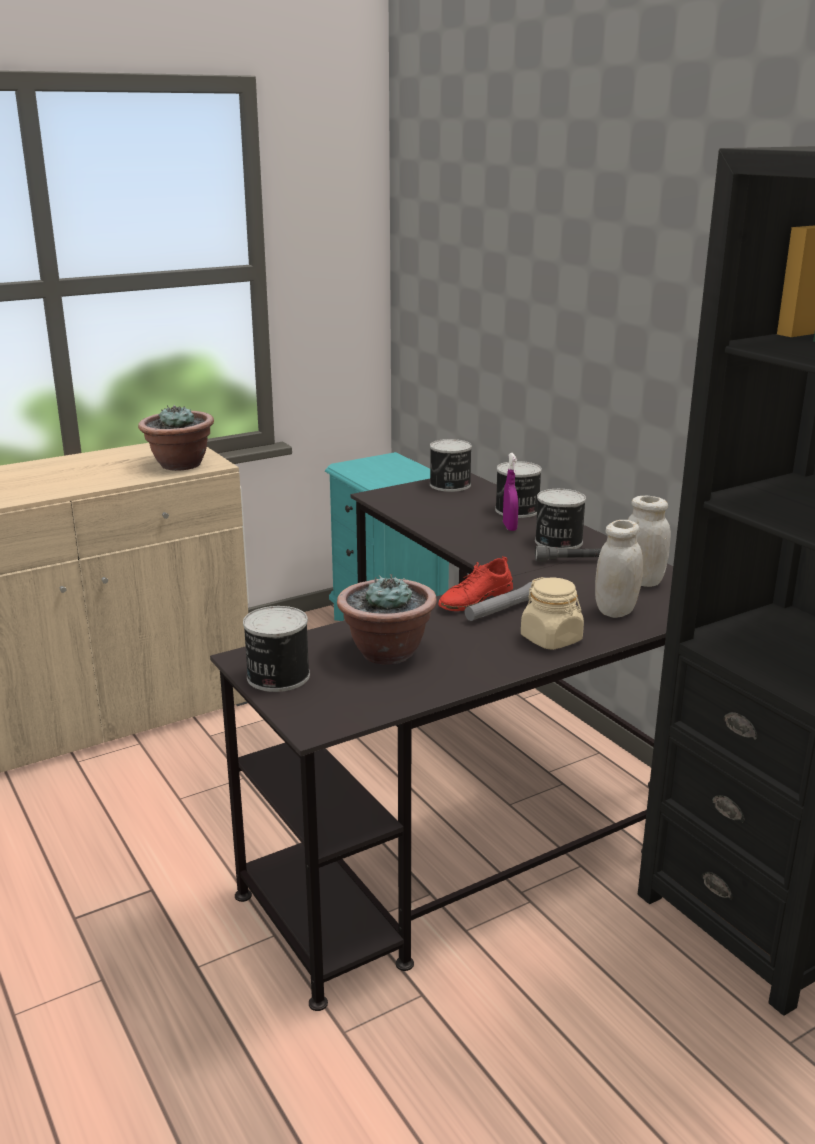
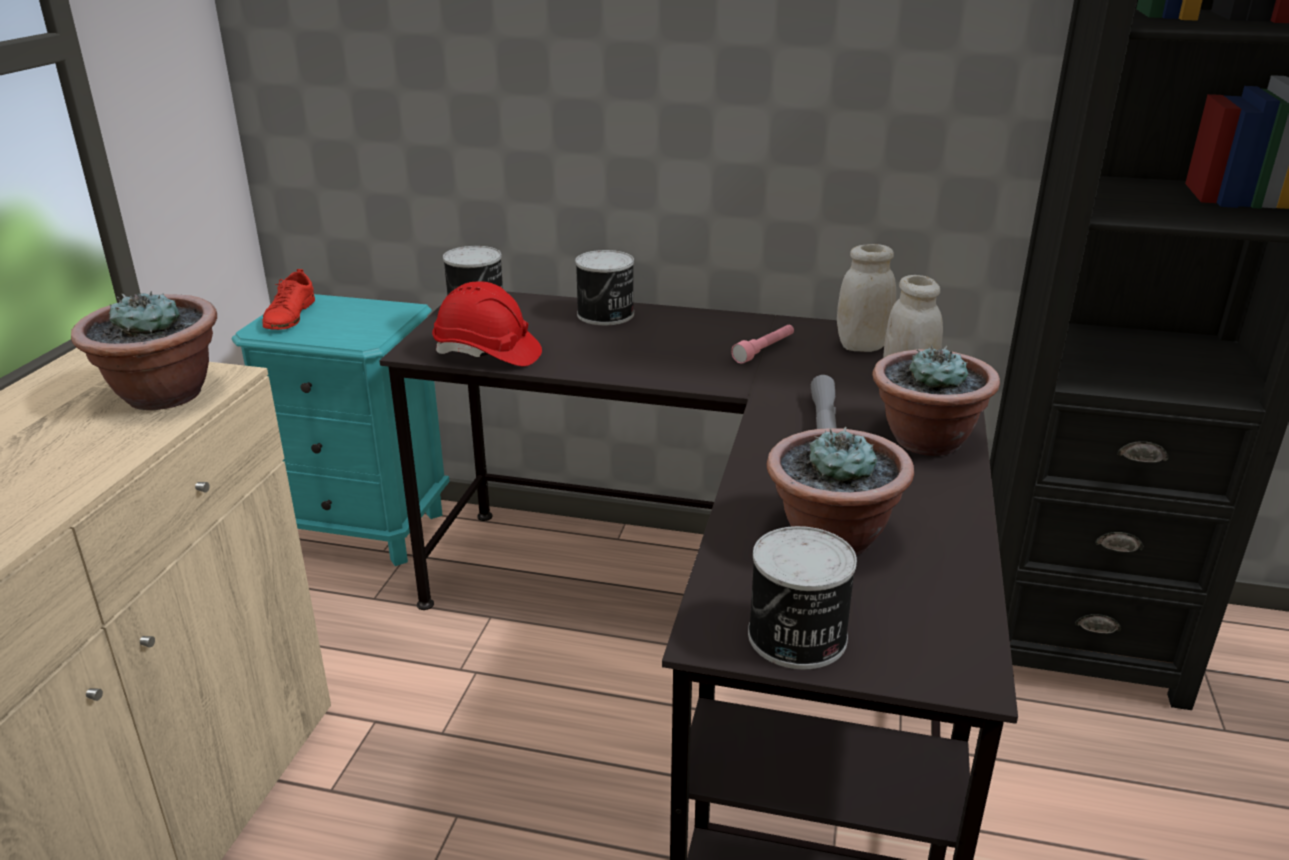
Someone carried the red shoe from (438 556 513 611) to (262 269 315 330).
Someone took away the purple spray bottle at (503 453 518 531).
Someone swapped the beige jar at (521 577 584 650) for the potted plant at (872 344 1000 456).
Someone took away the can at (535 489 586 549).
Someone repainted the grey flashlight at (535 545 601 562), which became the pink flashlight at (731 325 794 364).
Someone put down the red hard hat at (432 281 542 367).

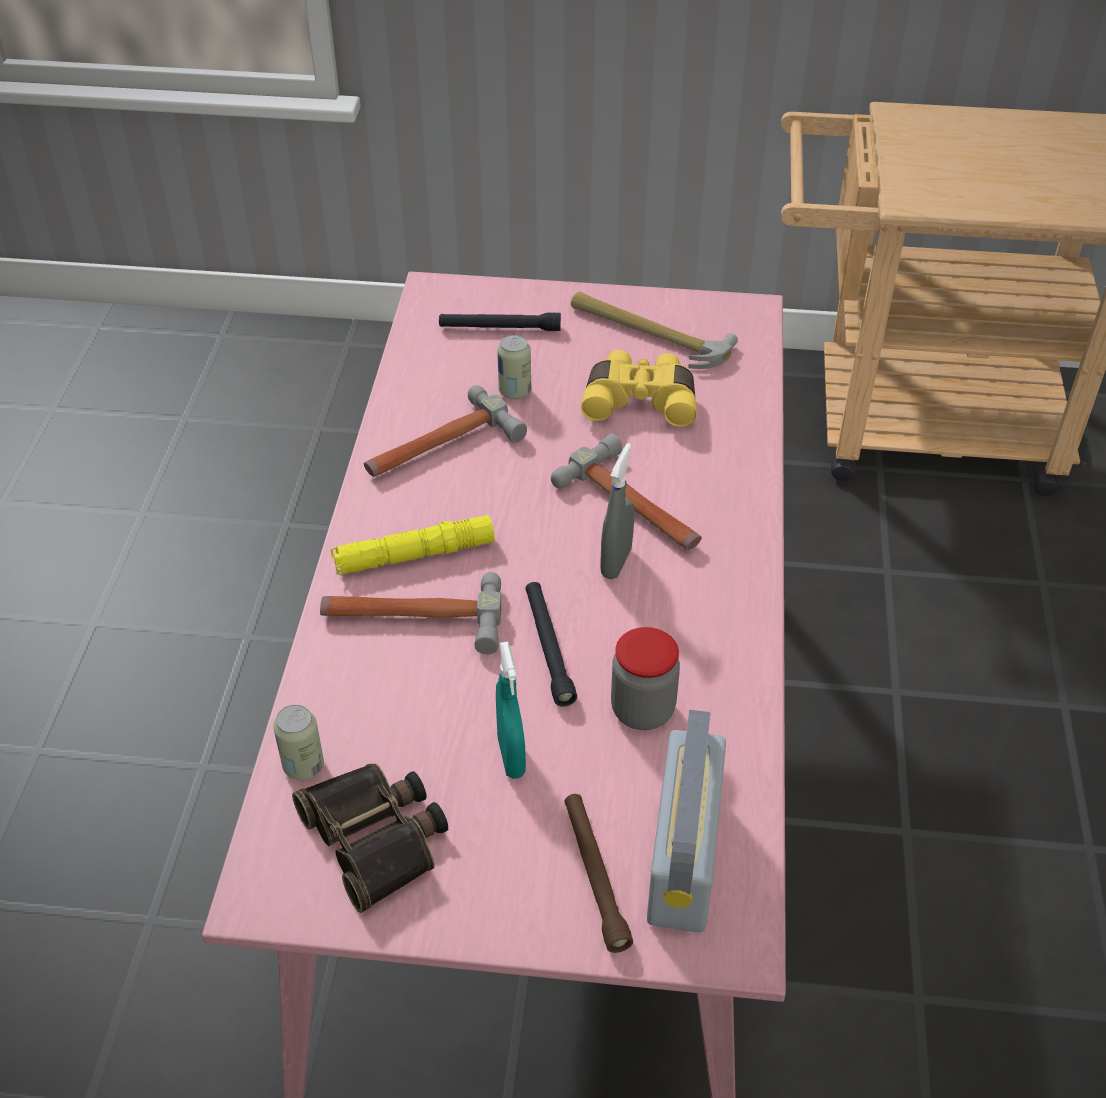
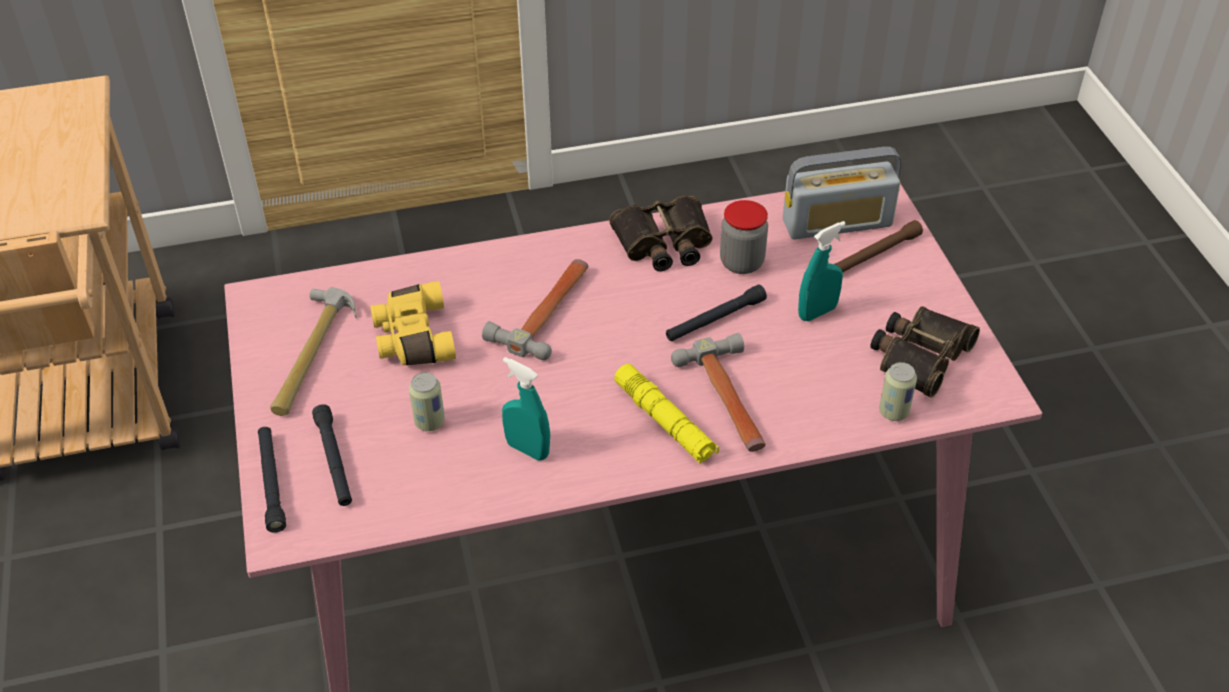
Someone swapped the hammer at (364 385 527 477) for the turquoise spray bottle at (502 357 550 461).
Someone took away the grey spray bottle at (600 443 634 579).
Someone put down the black flashlight at (258 427 286 533).
Someone put down the binoculars at (609 196 713 272).

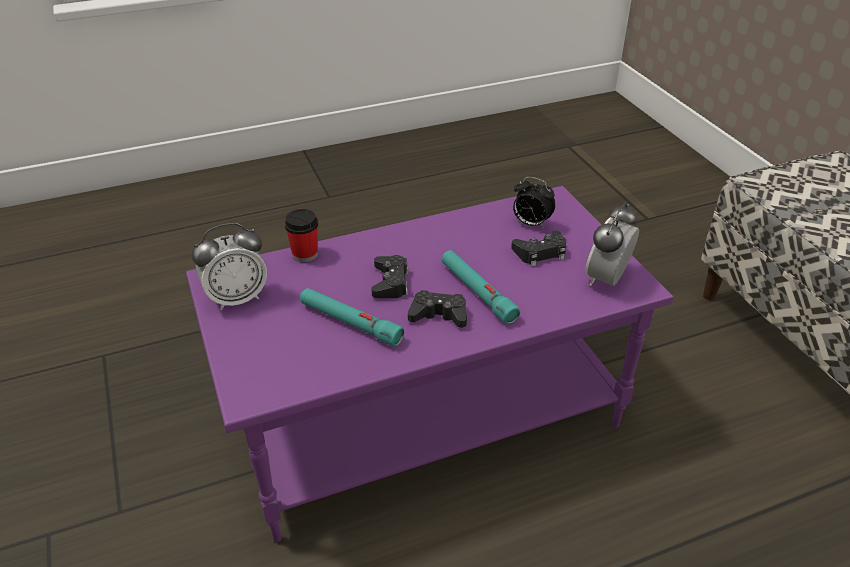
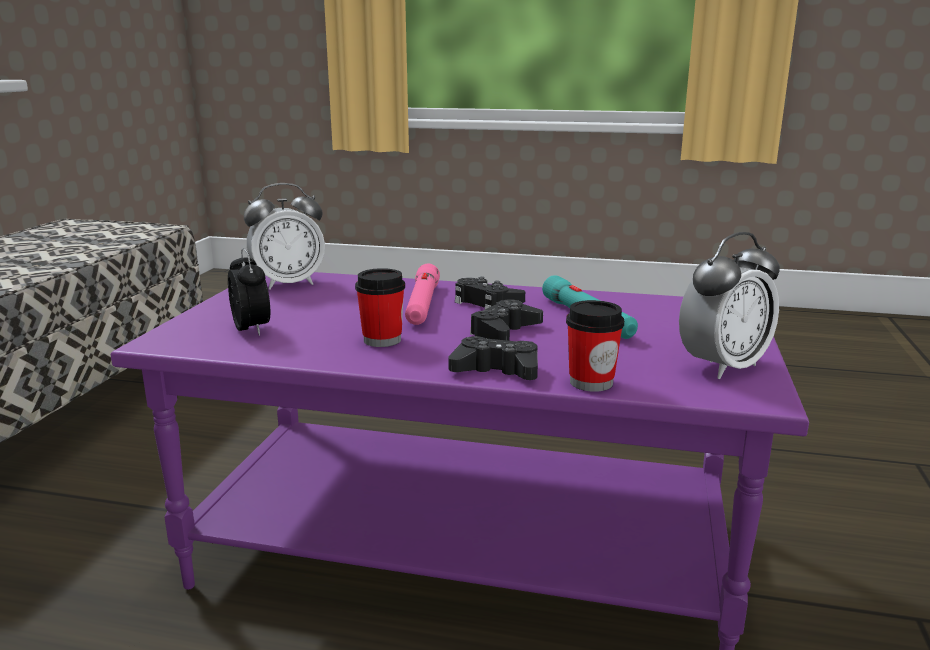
Someone rotated the alarm clock at (191 223 267 310) by 135 degrees clockwise.
Someone repainted the turquoise flashlight at (442 250 520 324), which became the pink flashlight at (405 264 440 325).
Someone carried the black game controller from (511 230 566 267) to (449 336 538 380).
Someone put down the cup at (355 268 405 347).

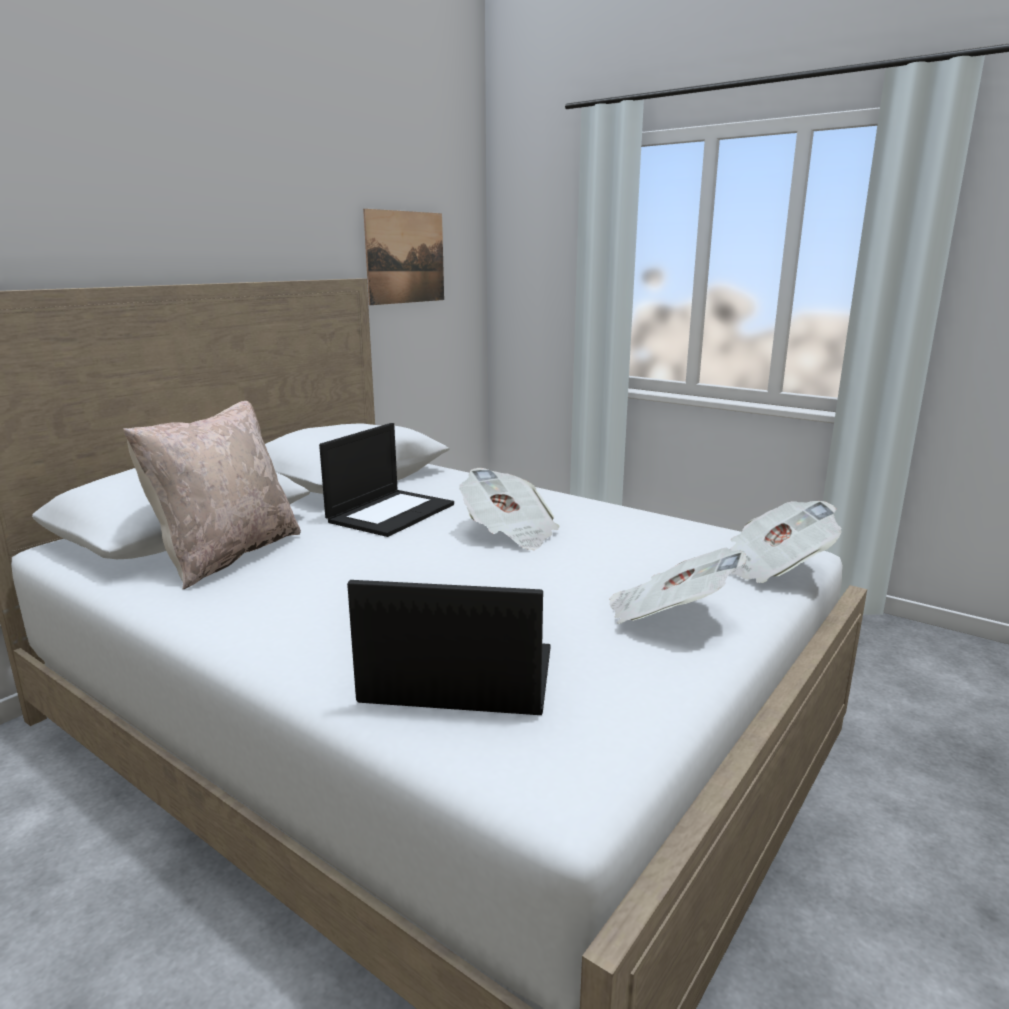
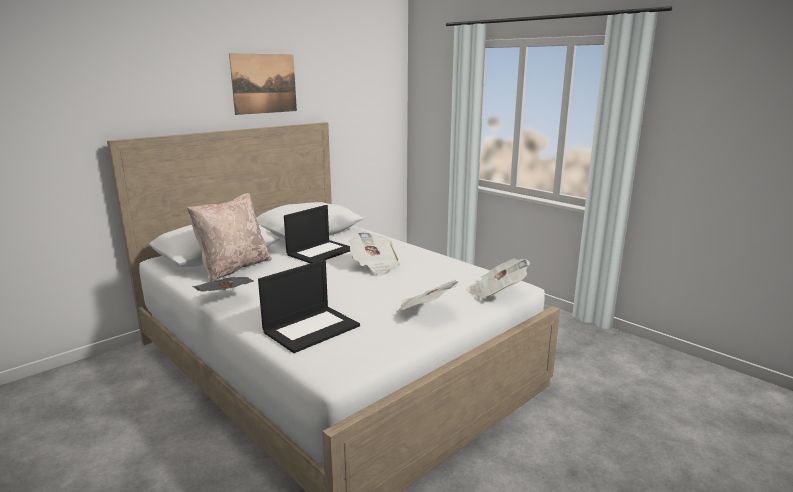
Someone rotated the laptop at (347 580 550 715) by 120 degrees clockwise.
Someone carried the picture from (363 209 444 305) to (229 53 297 115).
Someone put down the newspaper at (192 277 253 291).

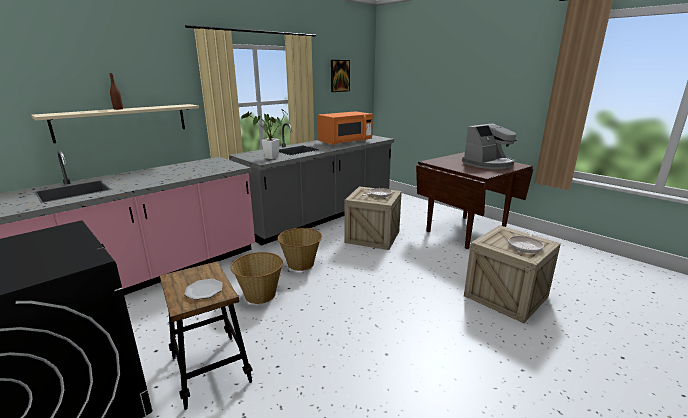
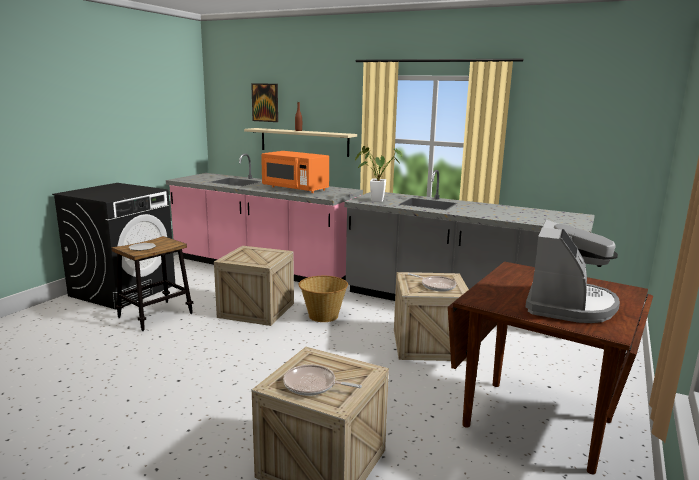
Someone swapped the basket at (230 252 283 304) for the crate at (214 246 294 326).
Someone carried the orange microwave from (318 111 373 146) to (261 151 329 193).
Someone carried the picture from (331 60 350 92) to (251 83 278 122).
Someone rotated the coffee machine at (462 123 517 169) by 105 degrees counterclockwise.

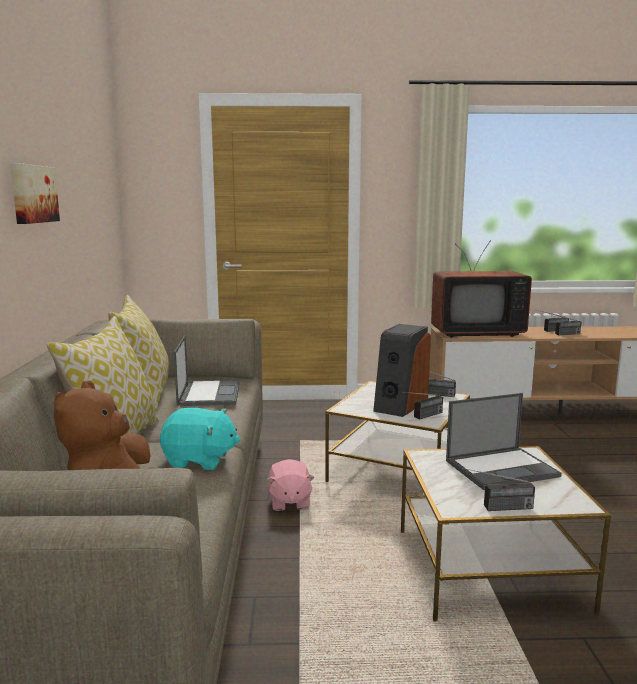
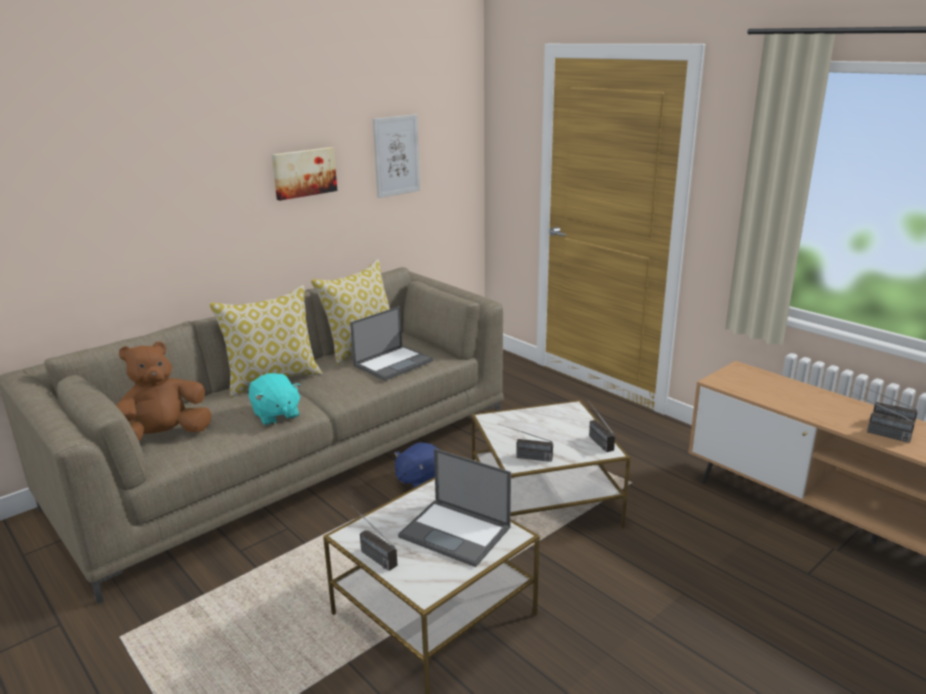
Someone repainted the pink plush toy at (267 459 315 511), which became the blue plush toy at (394 443 439 488).
Someone took away the speaker at (373 324 431 417).
Someone took away the television at (431 240 532 338).
Someone put up the picture at (373 114 420 198).

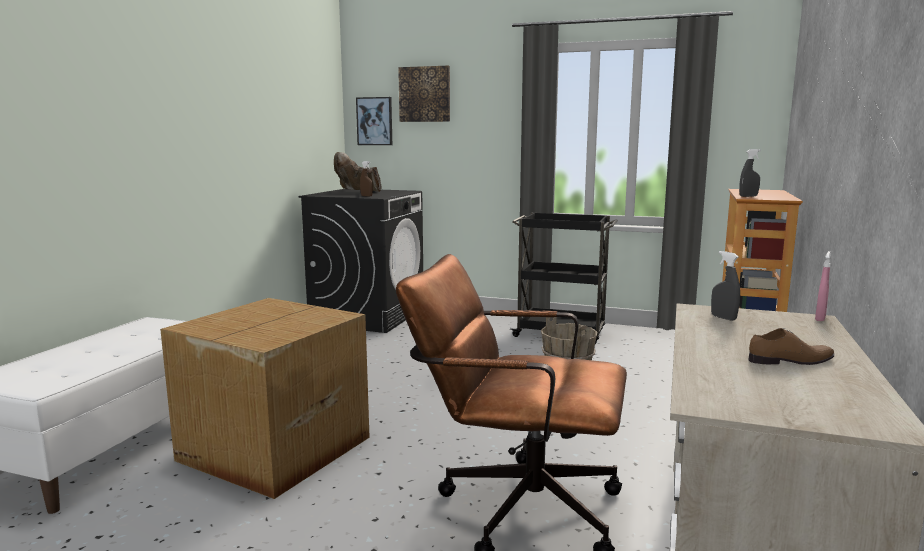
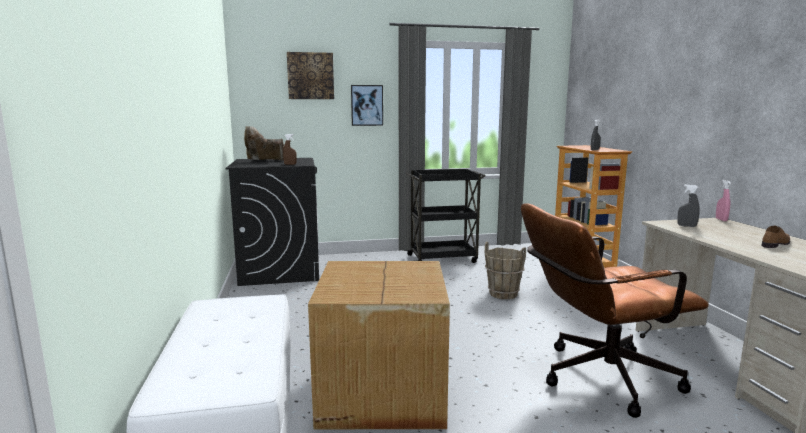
Someone carried the picture from (356 97 392 145) to (351 85 383 126).

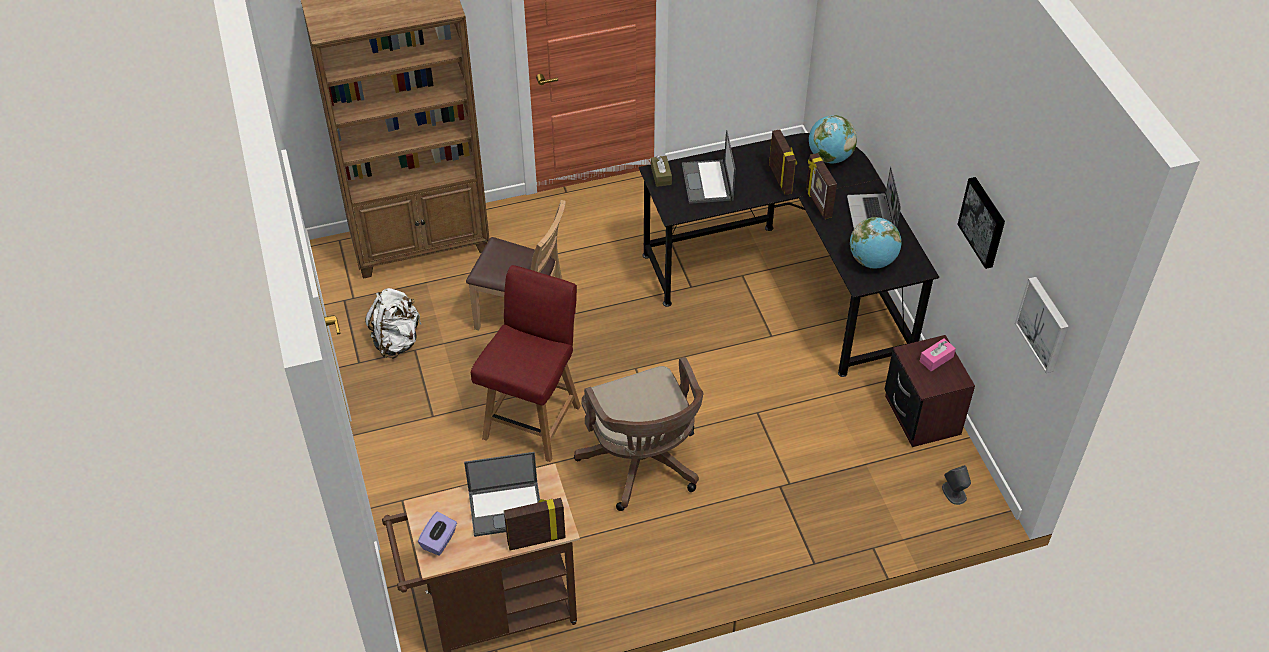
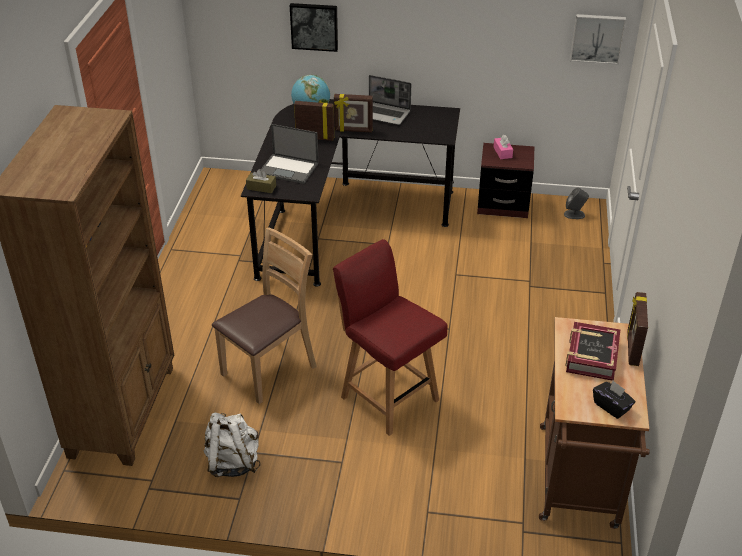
Someone repainted the purple tissue box at (418 511 457 556), which became the black tissue box at (593 381 635 419).
Someone swapped the laptop at (464 452 540 537) for the book at (565 322 620 381).
Someone took away the brown office chair at (574 357 703 511).
Someone took away the globe at (850 217 901 268).
Someone carried the picture from (957 177 1005 269) to (290 3 338 52).

